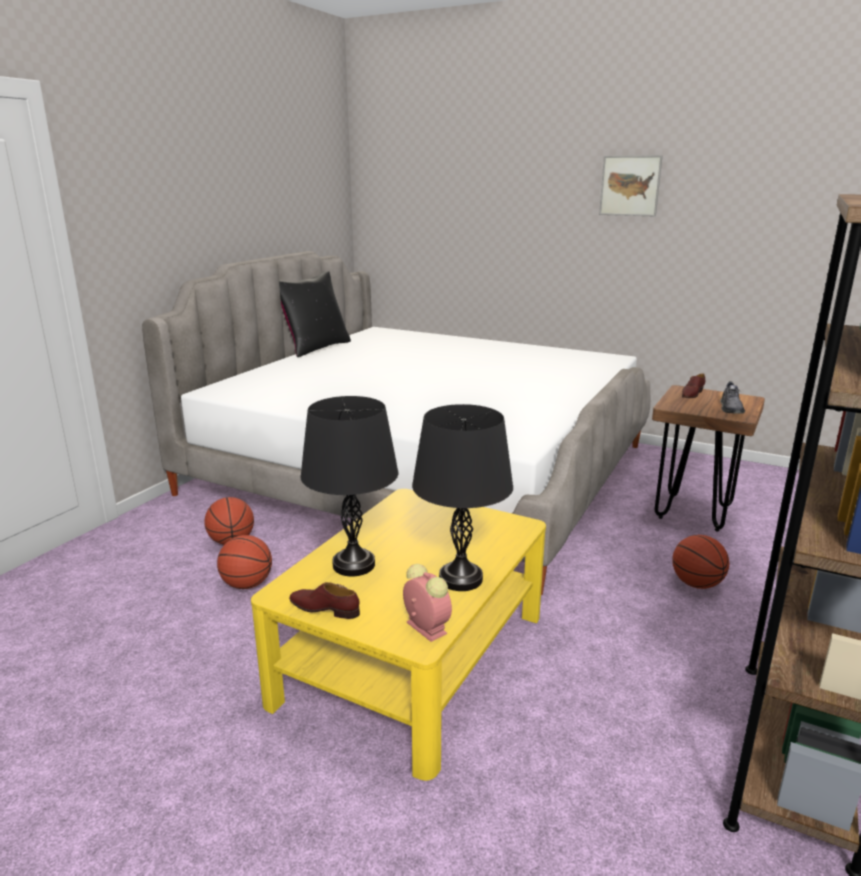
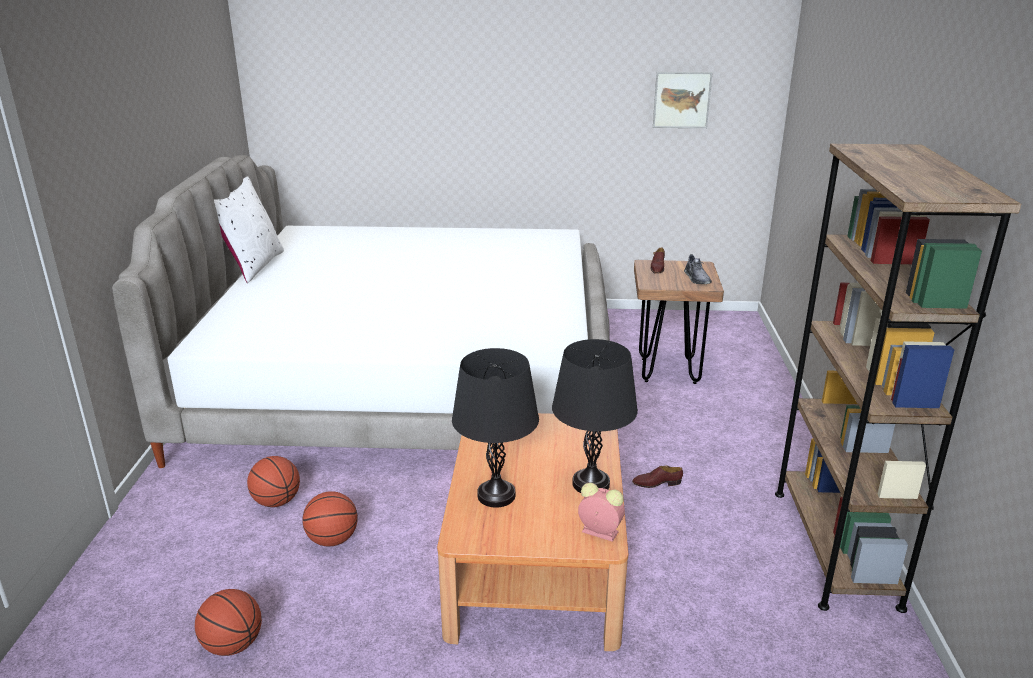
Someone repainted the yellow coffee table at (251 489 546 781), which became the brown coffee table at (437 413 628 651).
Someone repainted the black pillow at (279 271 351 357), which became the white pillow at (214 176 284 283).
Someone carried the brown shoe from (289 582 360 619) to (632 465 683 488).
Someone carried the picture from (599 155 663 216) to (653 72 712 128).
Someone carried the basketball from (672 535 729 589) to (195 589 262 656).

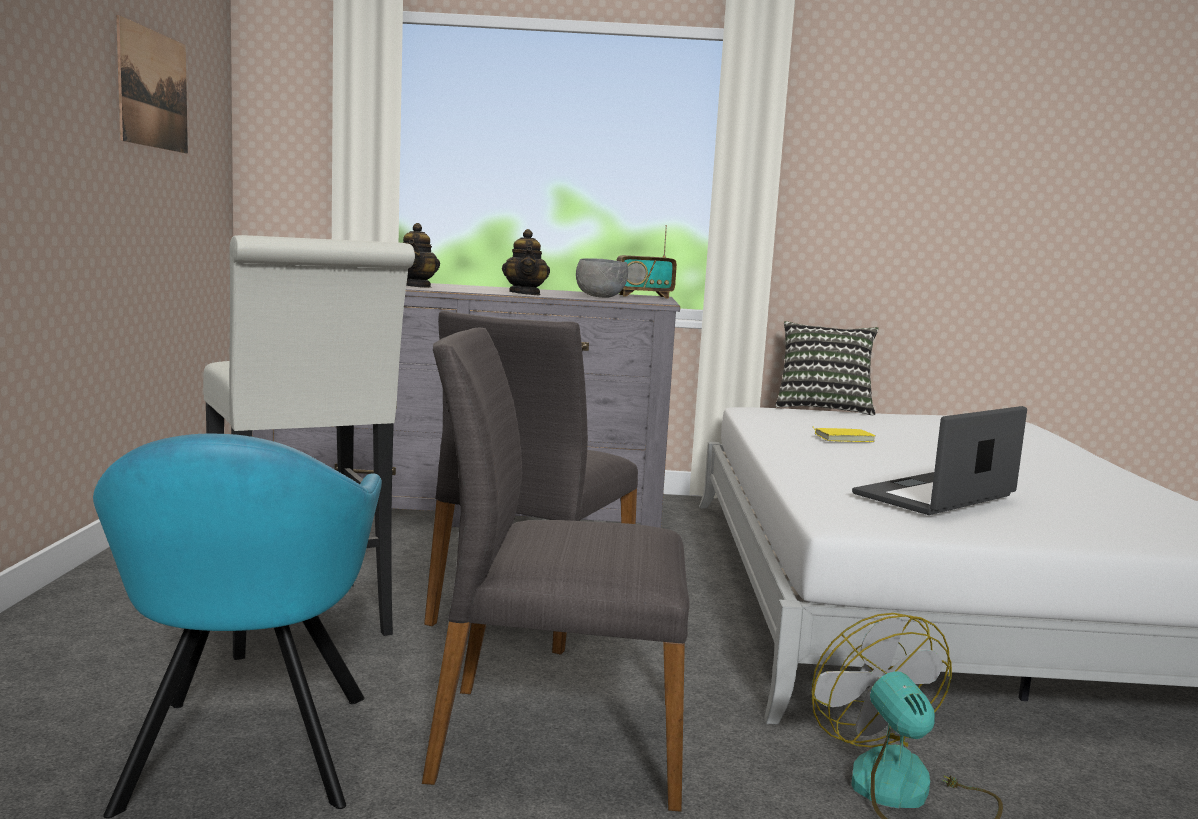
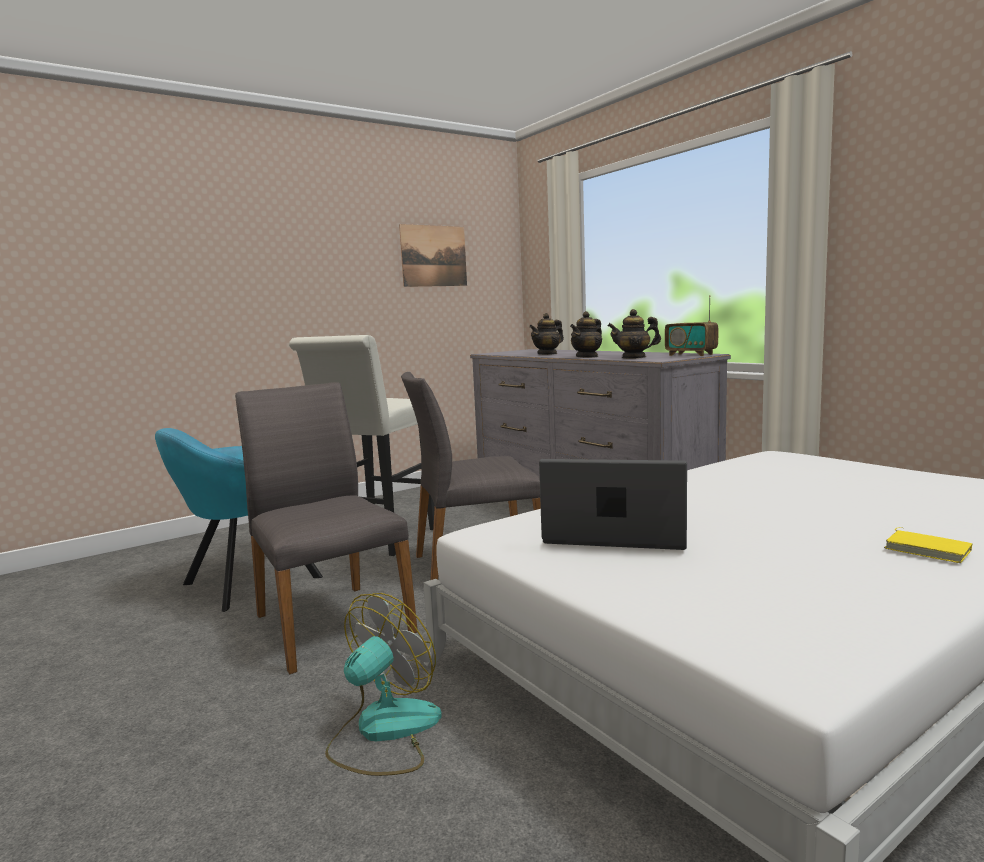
Someone swapped the grey bowl at (576 258 628 298) for the teapot at (608 309 661 359).
Someone took away the pillow at (775 321 879 415).
Someone carried the yellow book from (813 426 875 442) to (884 527 972 563).

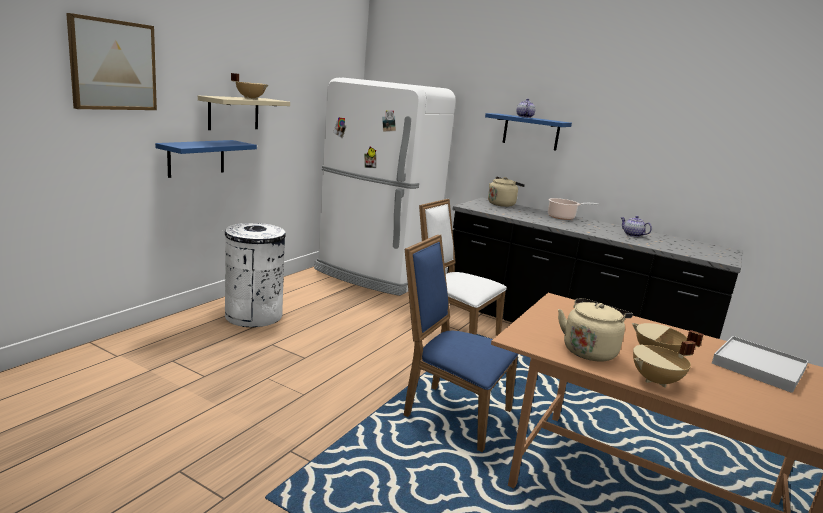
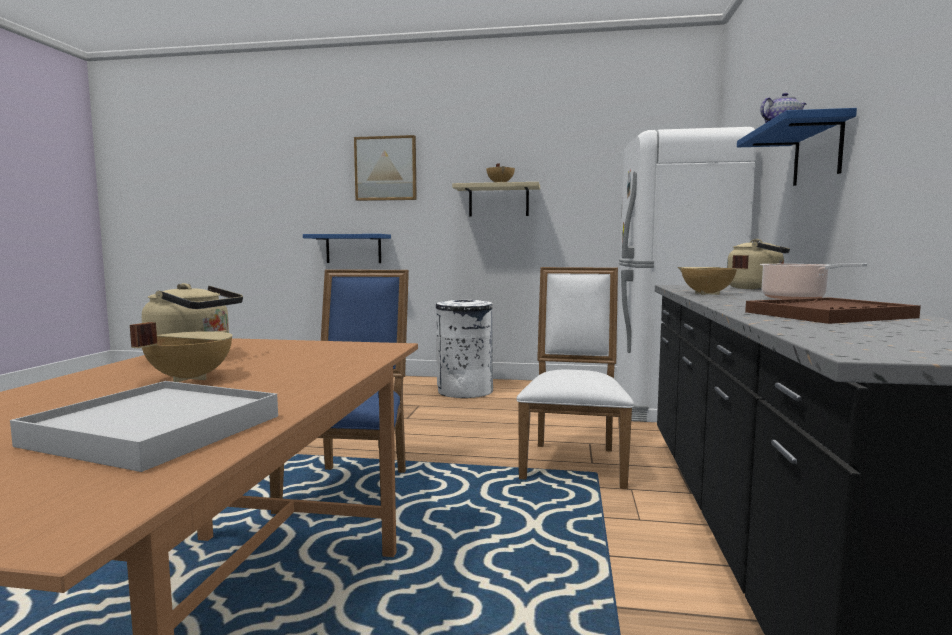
Someone carried the blue shelf from (155 140 257 178) to (303 234 391 263).
Someone swapped the teapot at (620 216 652 237) for the brown tray at (745 297 921 324).
Someone carried the beige cooking pot from (633 341 696 388) to (678 255 749 295).

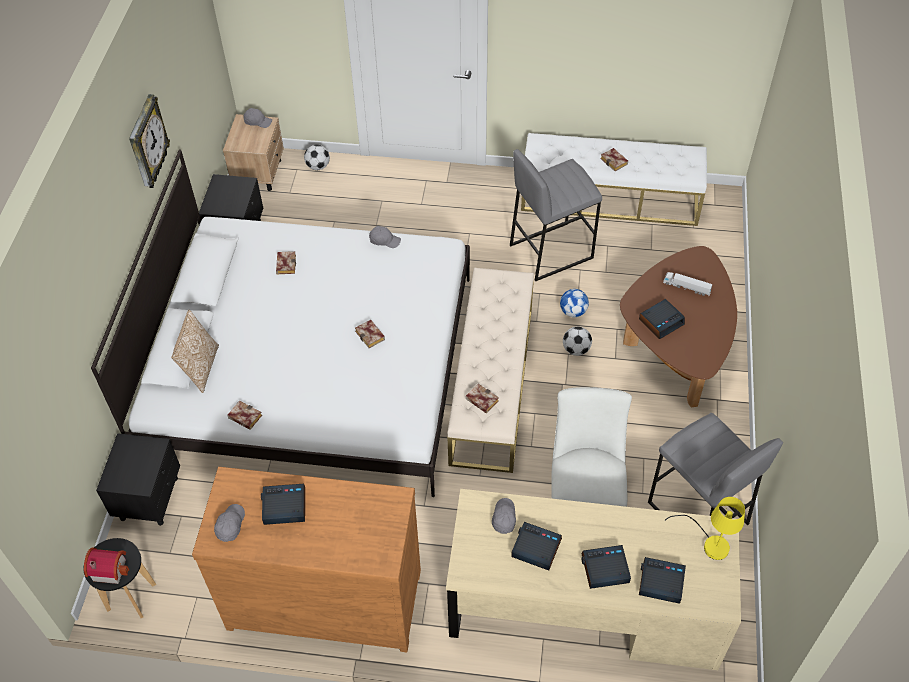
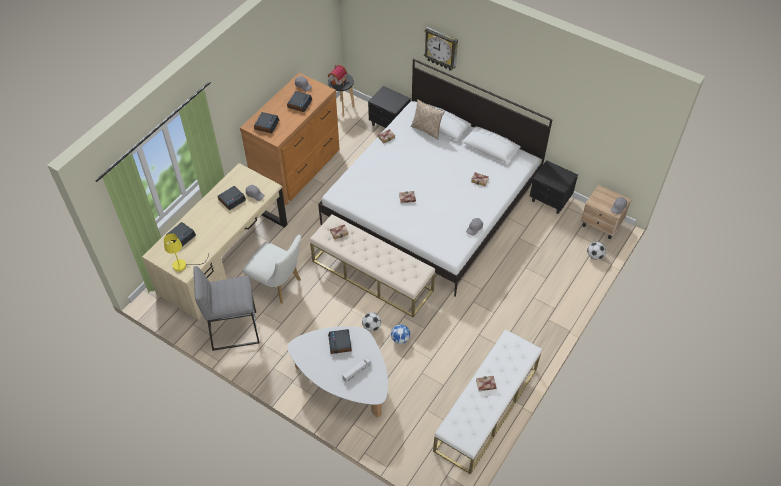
Someone carried the wall clock from (129 94 170 188) to (424 27 458 71).
Someone took away the grey stool at (510 149 602 281).
Someone carried the alarm clock from (581 545 631 589) to (254 112 279 133).
Someone repainted the brown coffee table at (620 246 737 407), which became the white coffee table at (287 326 388 417).

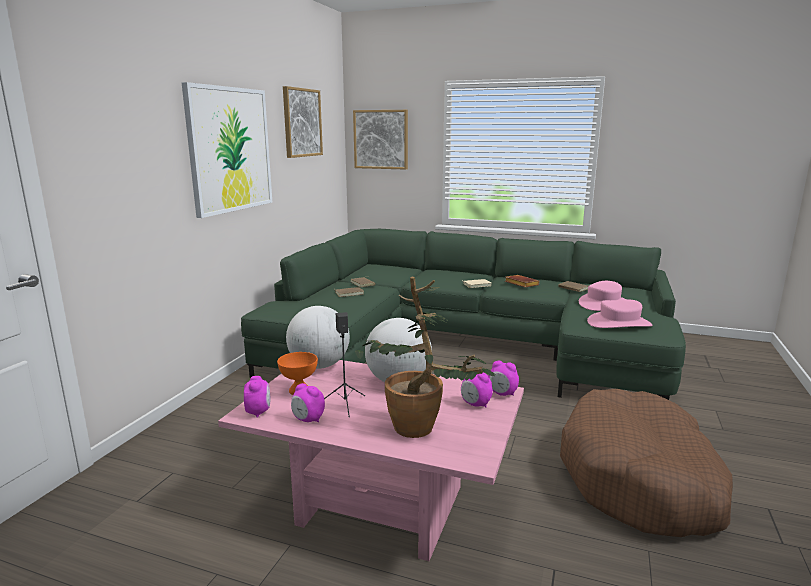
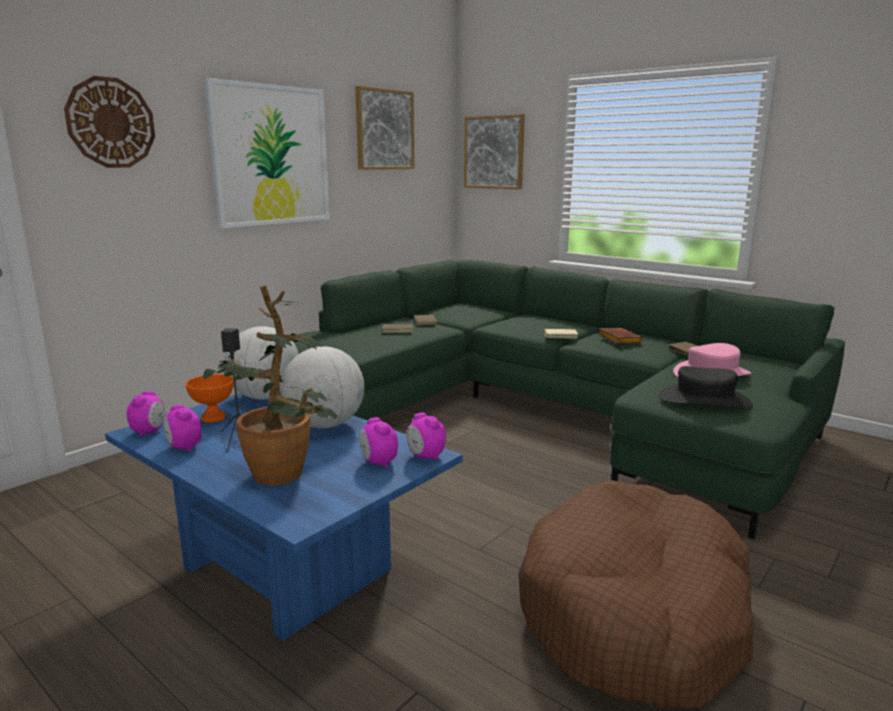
Someone repainted the pink coffee table at (218 360 524 561), which became the blue coffee table at (105 393 462 641).
Someone repainted the pink hat at (587 300 652 328), which became the black hat at (658 366 753 409).
Someone put up the wall clock at (64 76 155 168).

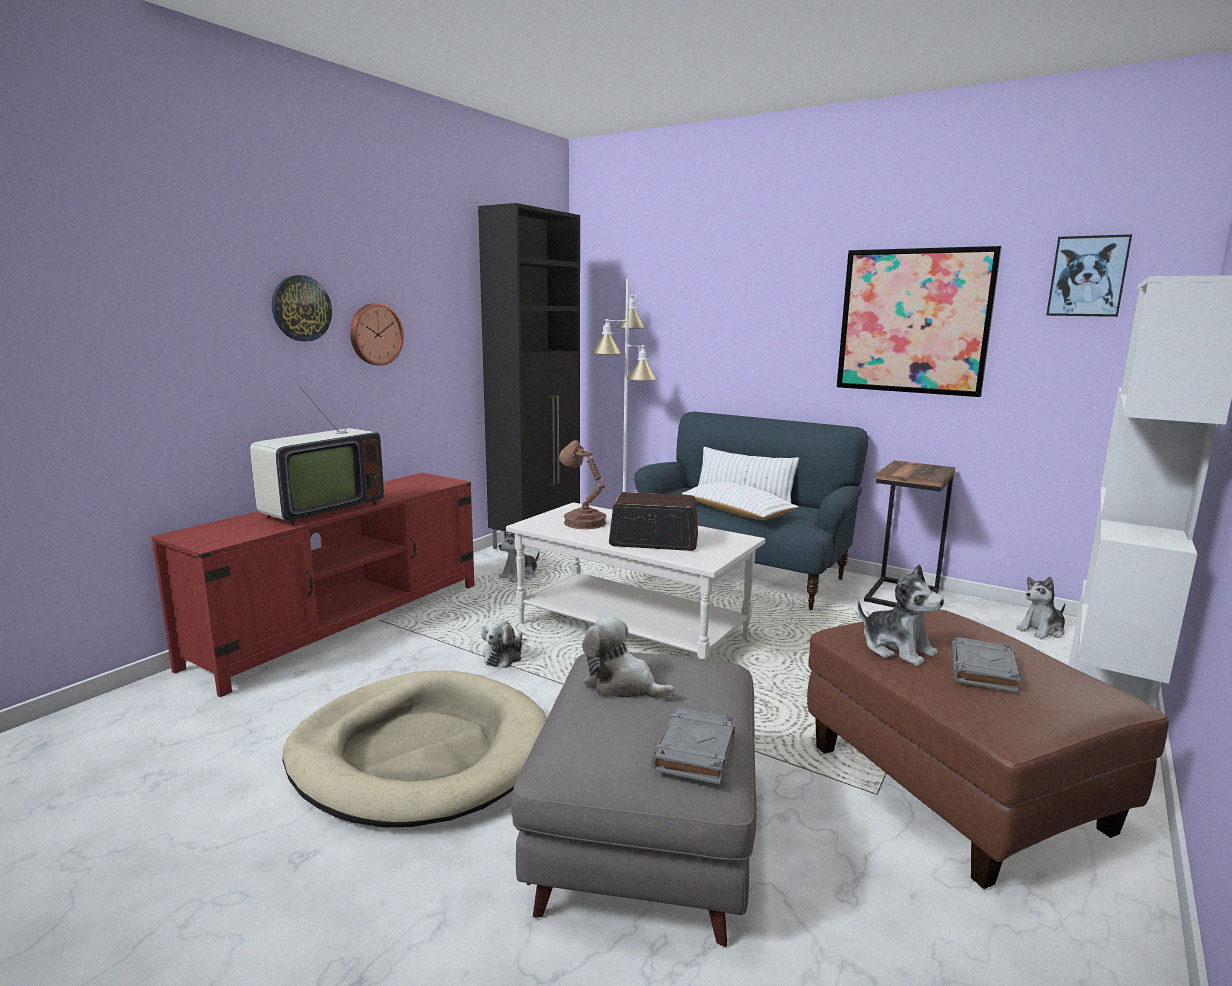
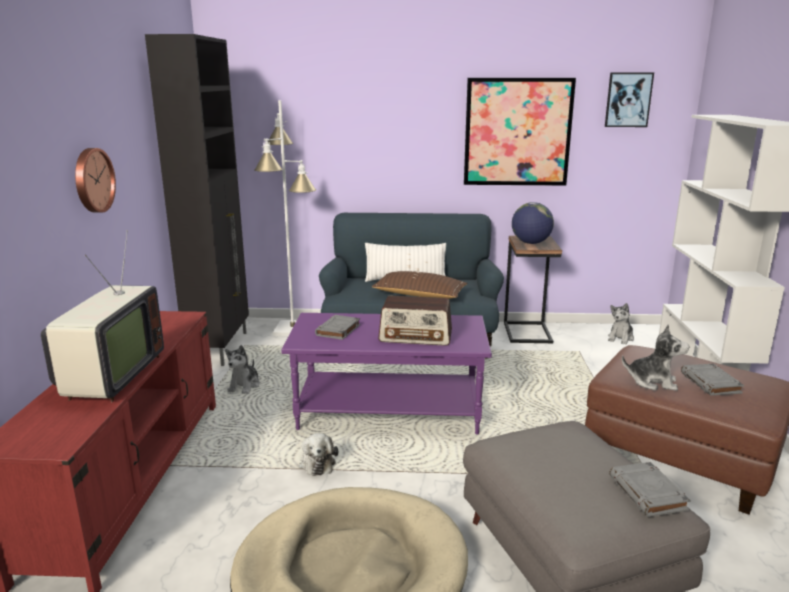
Someone took away the wall clock at (272 275 332 341).
Someone repainted the white coffee table at (506 502 765 659), which became the purple coffee table at (281 313 492 434).
Someone swapped the brown table lamp at (559 440 606 529) for the grey book at (315 315 360 340).
Someone took away the plush toy at (582 616 675 700).
Someone rotated the radio at (609 492 698 551) by 150 degrees counterclockwise.
Someone repainted the white pillow at (682 482 799 520), which became the brown pillow at (372 271 467 299).
Someone put down the globe at (512 202 554 244).

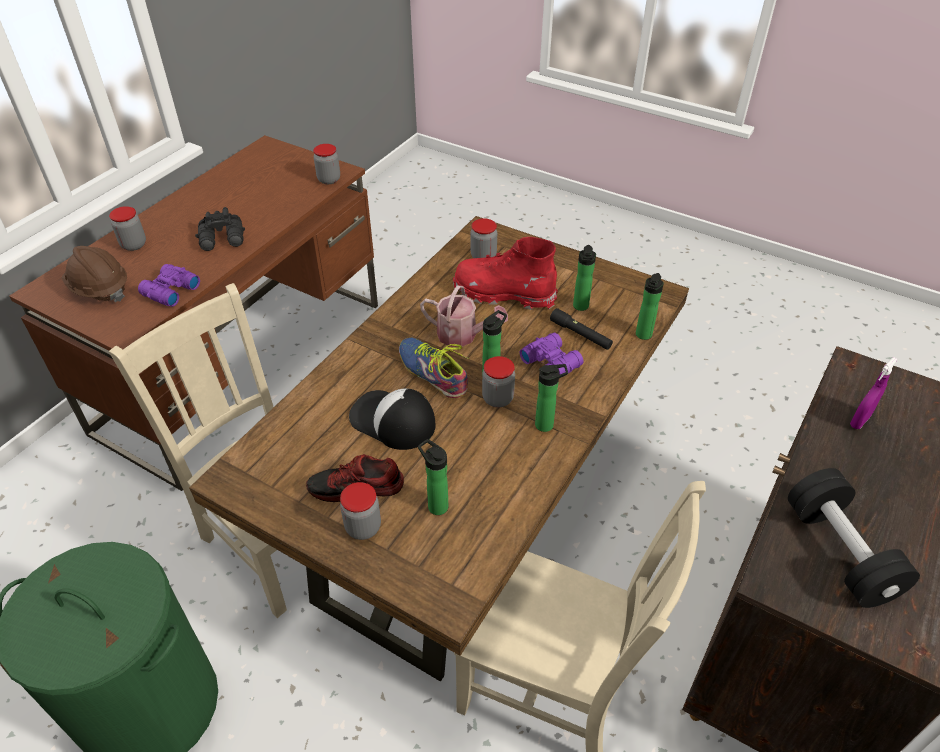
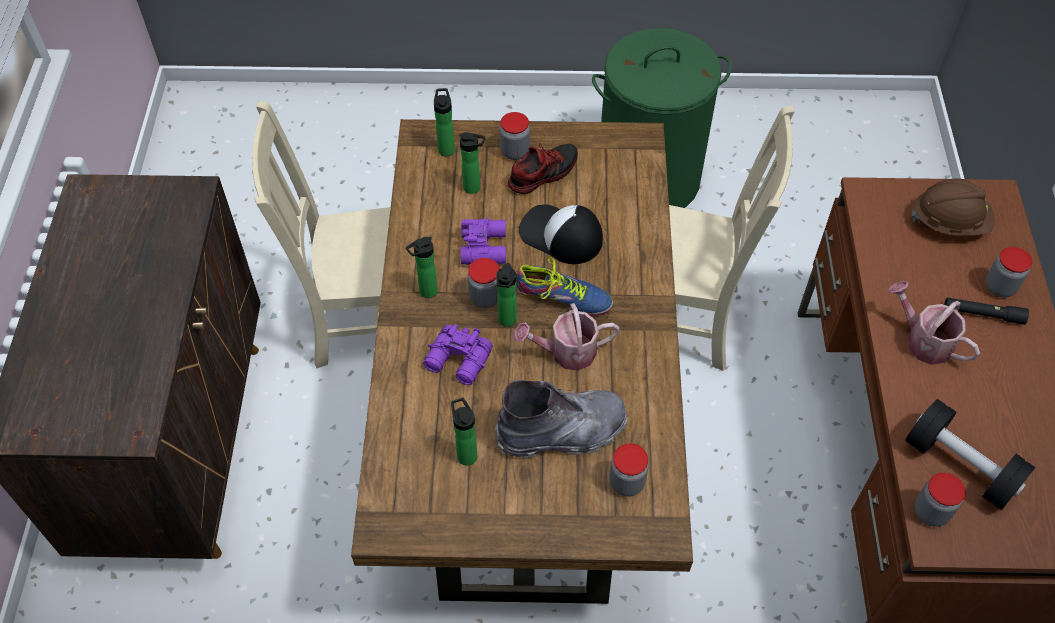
Someone carried the purple binoculars from (138 264 200 307) to (461 217 506 265).
Someone swapped the black binoculars at (195 207 245 251) for the watering can at (888 281 980 365).
Someone rotated the cap at (349 388 436 450) by 150 degrees counterclockwise.
Someone repainted the red boot at (453 237 558 310), which became the grey boot at (495 380 628 459).
Someone carried the black flashlight from (550 308 613 350) to (944 298 1029 325).
Someone carried the bottle from (636 273 664 340) to (434 88 455 156).
Someone carried the black dumbbell from (788 468 920 608) to (905 399 1036 510).
Someone took away the purple spray bottle at (850 357 898 429).

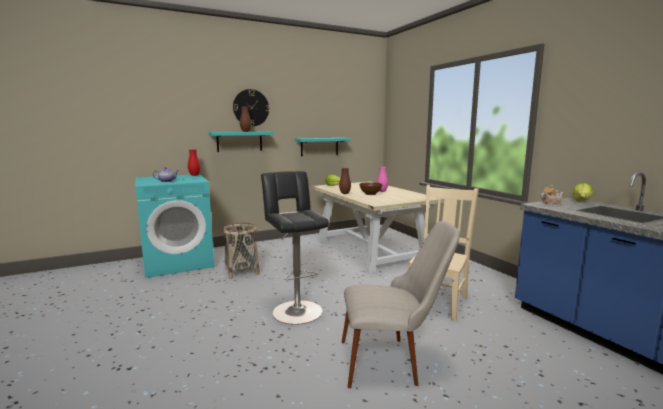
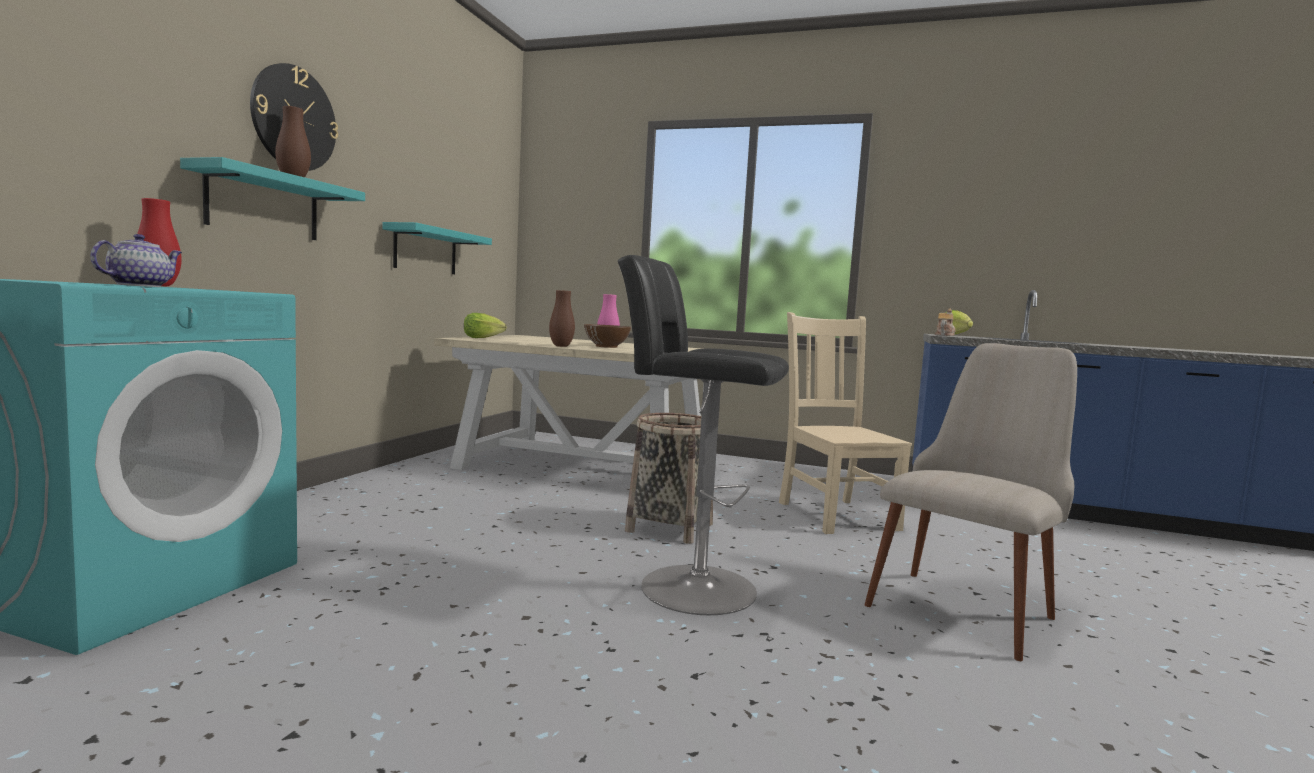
Someone carried the basket from (223 223 260 279) to (625 413 713 544).

